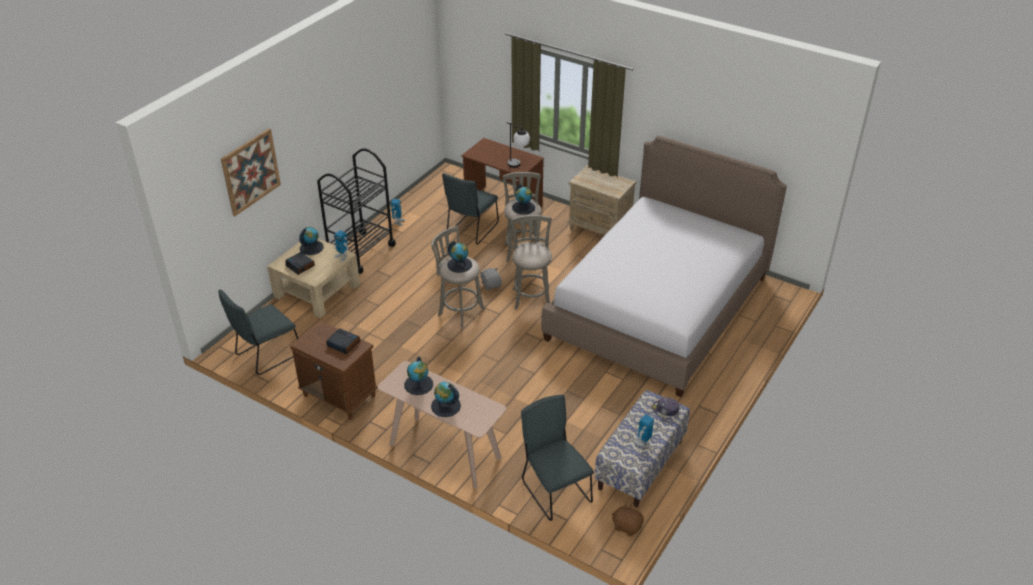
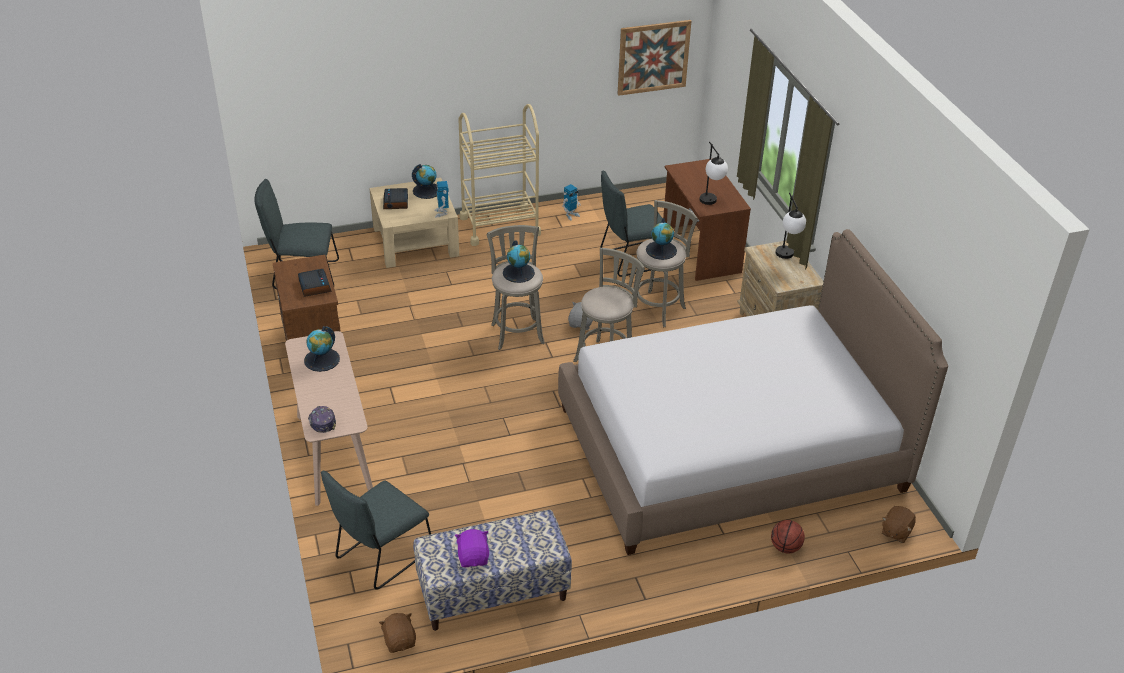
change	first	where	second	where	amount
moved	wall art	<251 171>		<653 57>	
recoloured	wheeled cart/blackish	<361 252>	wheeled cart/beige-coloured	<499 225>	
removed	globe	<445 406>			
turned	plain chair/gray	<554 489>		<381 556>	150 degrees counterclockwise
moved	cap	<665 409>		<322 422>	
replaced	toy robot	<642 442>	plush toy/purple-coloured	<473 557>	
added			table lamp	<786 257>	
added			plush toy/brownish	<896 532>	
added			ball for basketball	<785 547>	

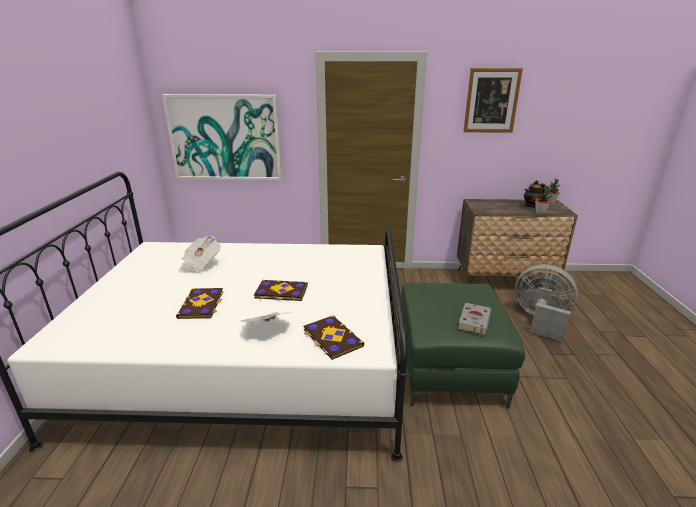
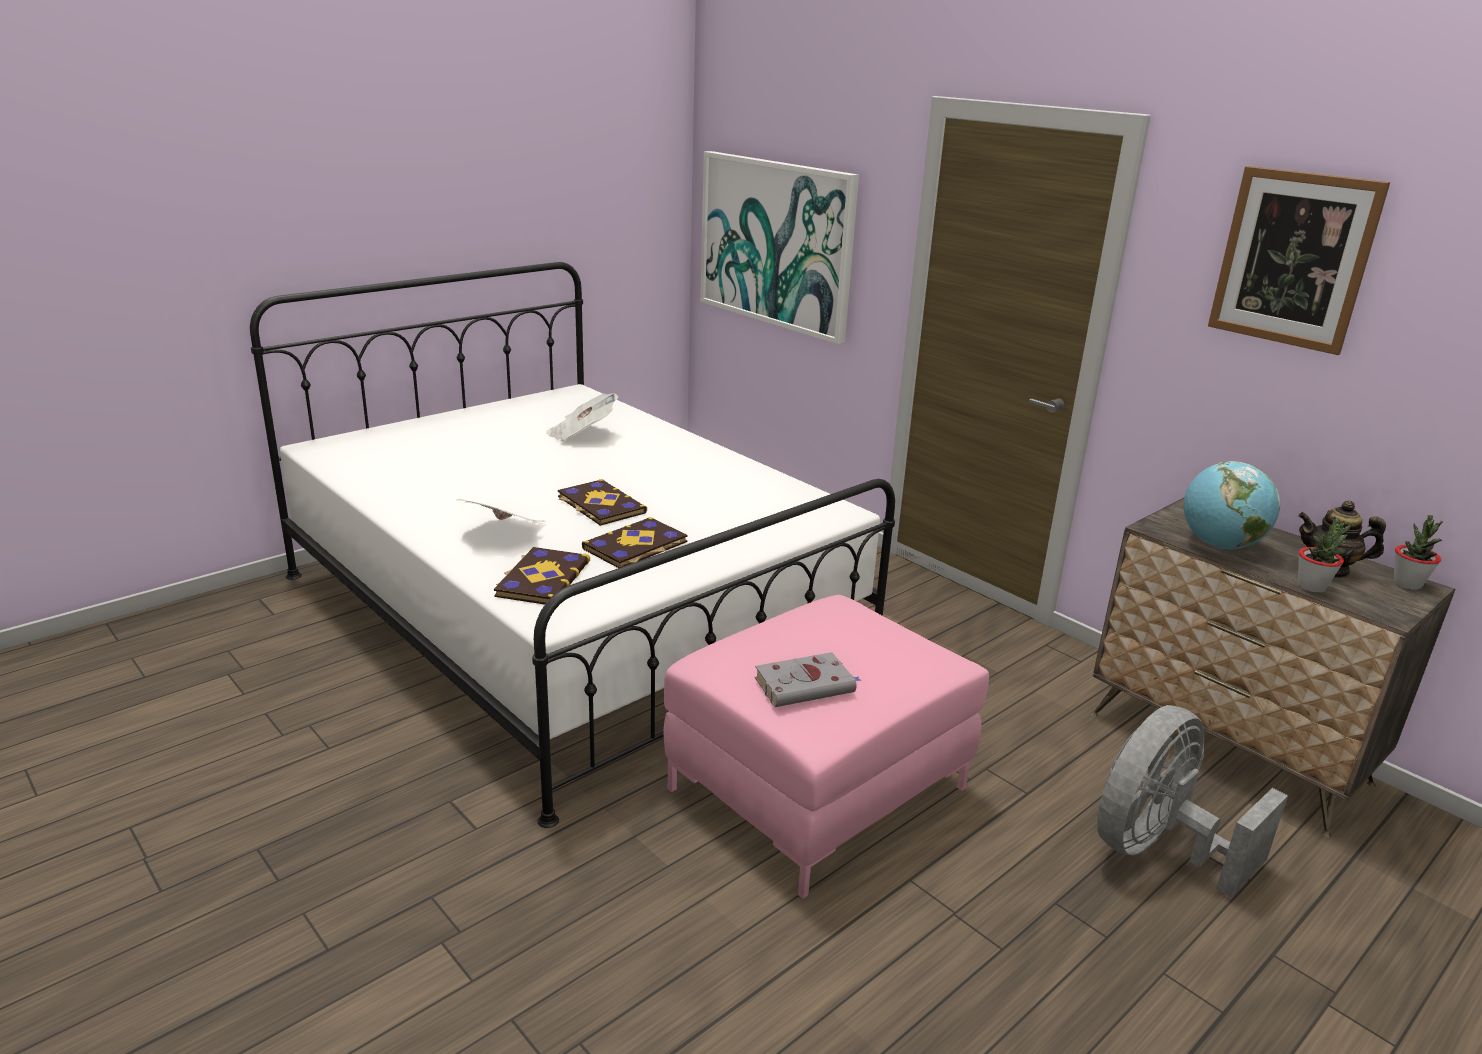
change	first	where	second	where	amount
turned	fan/gray	<540 320>		<1157 850>	120 degrees counterclockwise
recoloured	ottoman/greenish	<448 367>	ottoman/pinkish	<817 788>	
moved	volume	<202 304>		<636 546>	
added			globe	<1219 545>	

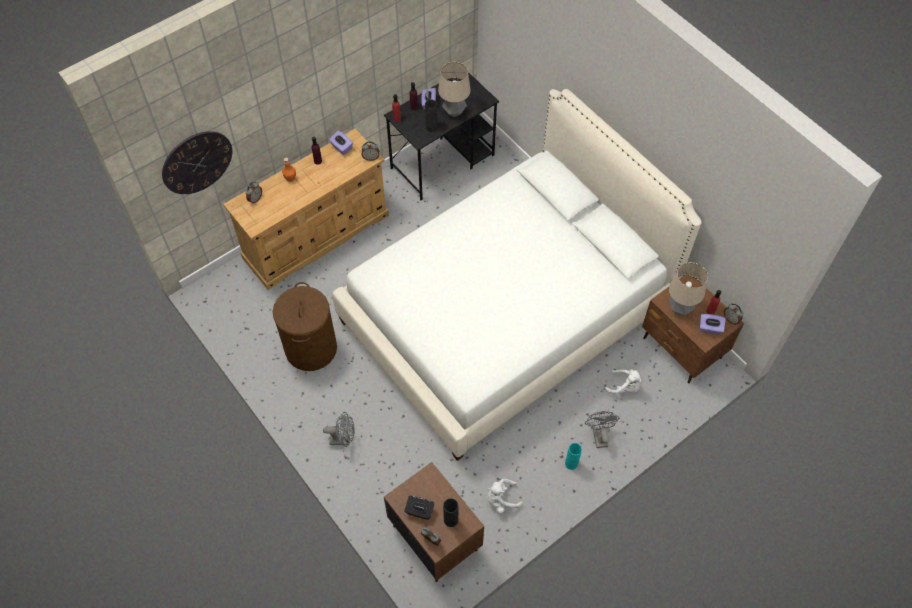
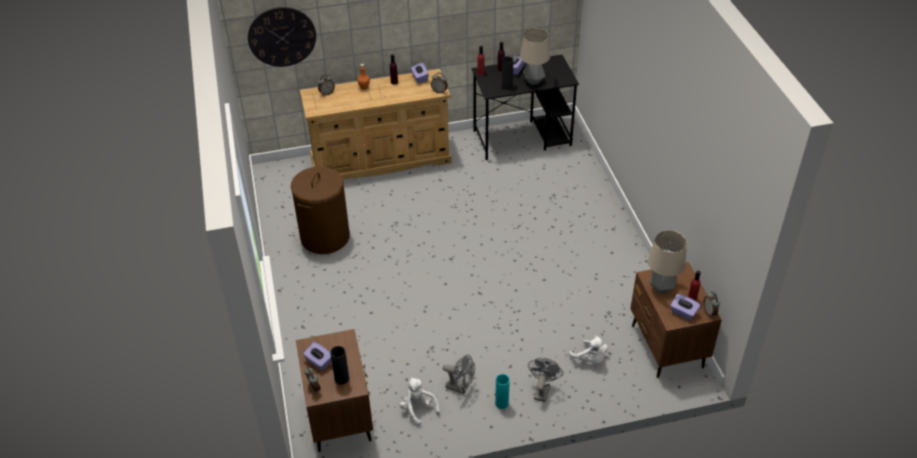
change	first	where	second	where	amount
removed	bed/whitish	<505 314>			
moved	fan/gray	<343 439>		<460 388>	
turned	plush toy/whitish	<501 500>		<418 409>	45 degrees clockwise
recoloured	tissue holder/blackish	<419 511>	tissue holder/purple-coloured	<319 362>	

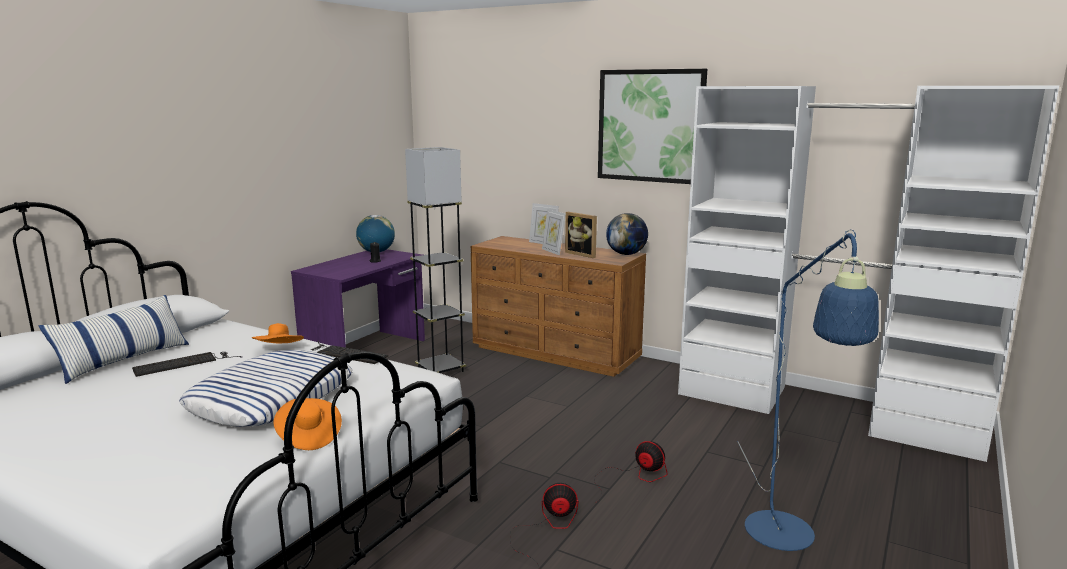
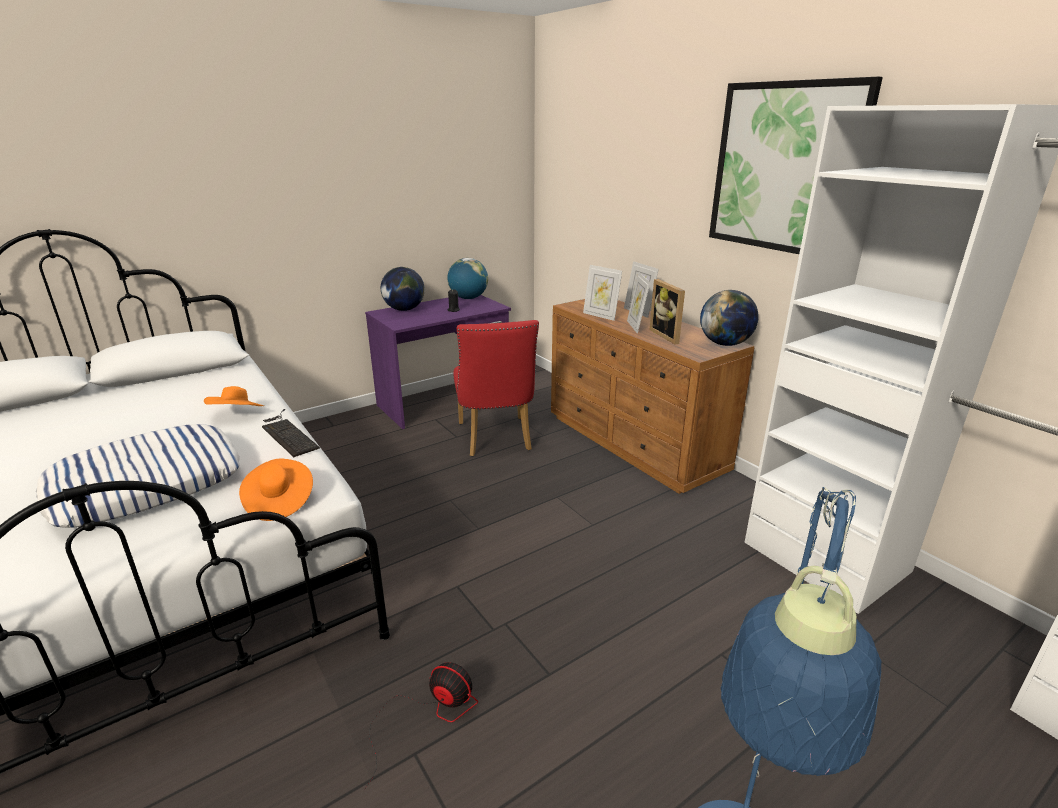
change	first	where	second	where	amount
replaced	floor lamp/gray	<440 370>	plain chair/red	<495 440>	
removed	pillow	<124 360>			
removed	PC keyboard	<185 363>			
moved	hat/orangey	<308 437>		<279 502>	
removed	fan	<633 477>			
added			photo frame	<600 315>	
added			globe	<404 309>	

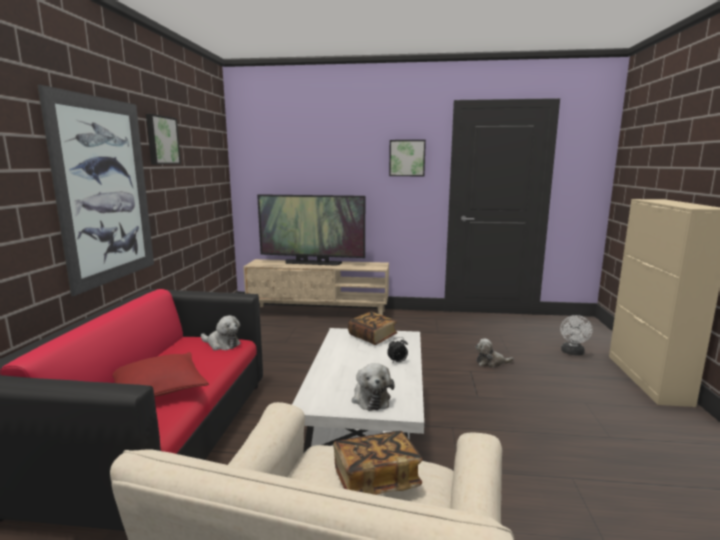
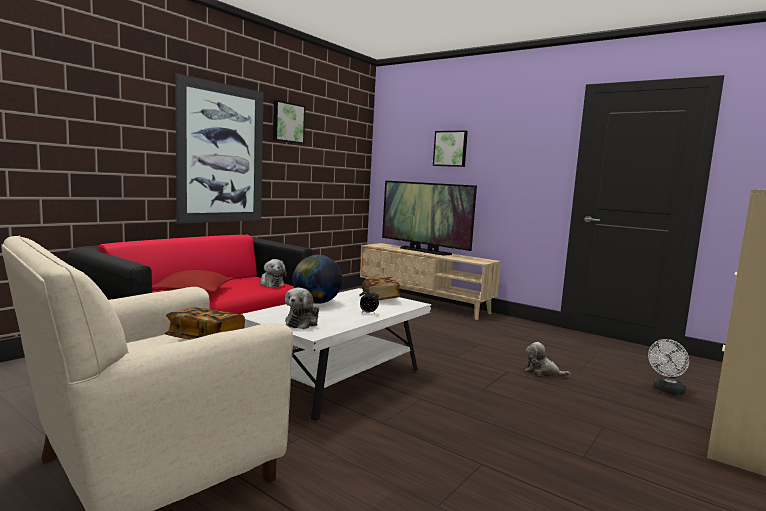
change	first	where	second	where	amount
moved	wall art	<407 158>		<450 148>	
added			globe	<316 303>	

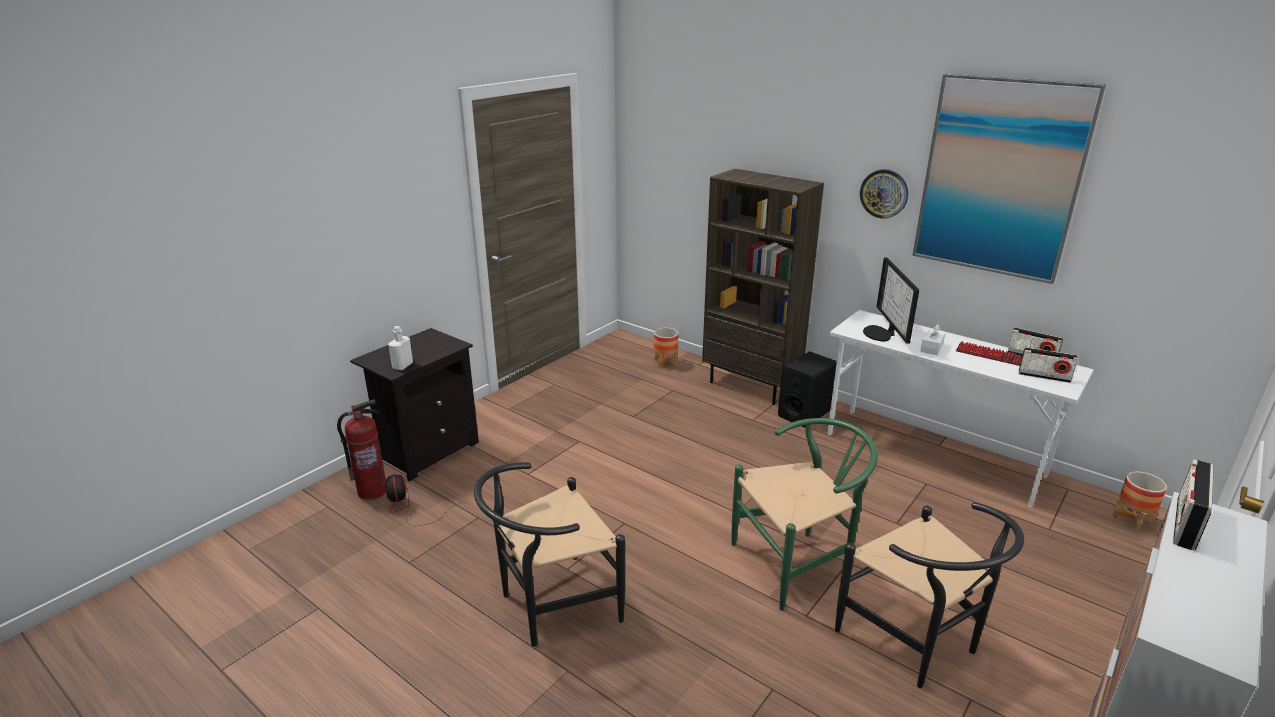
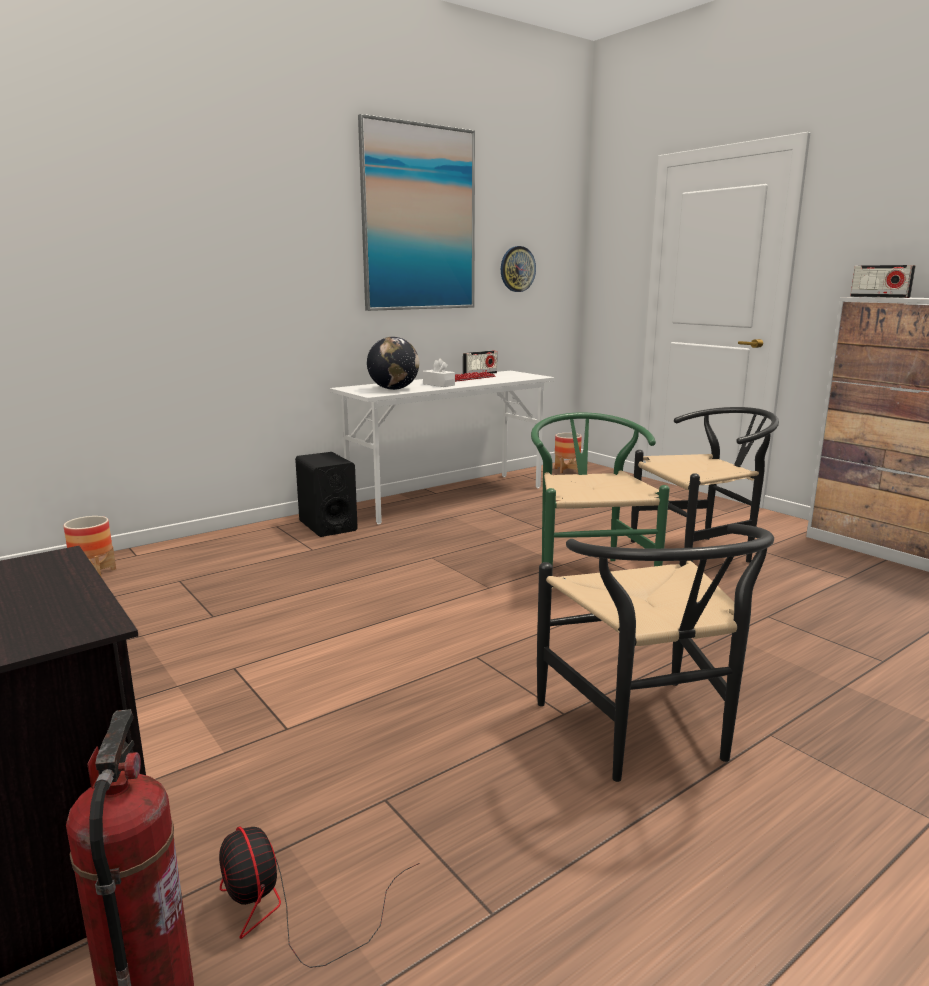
change	first	where	second	where	amount
removed	shelving unit/brownish	<751 386>			
moved	hanging clock	<884 193>		<517 269>	
replaced	computer display	<881 334>	globe	<394 389>	
removed	bottle/whitish	<402 366>			
removed	radio	<1044 376>			
turned	fan	<410 508>		<288 911>	60 degrees clockwise

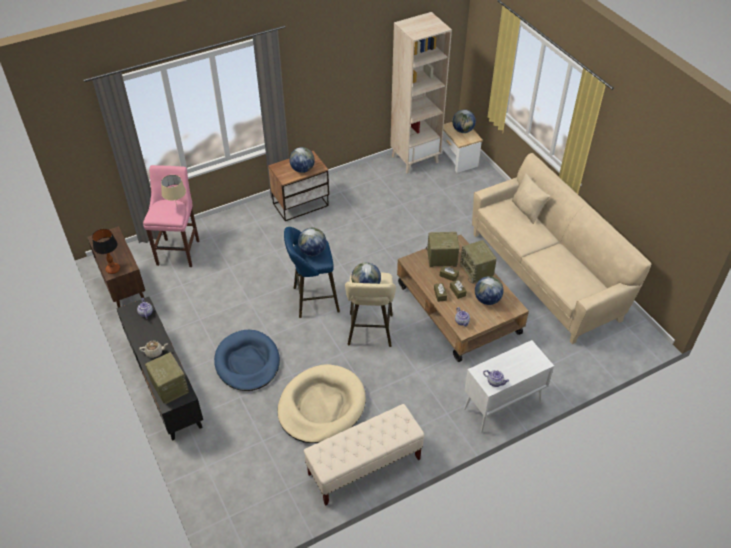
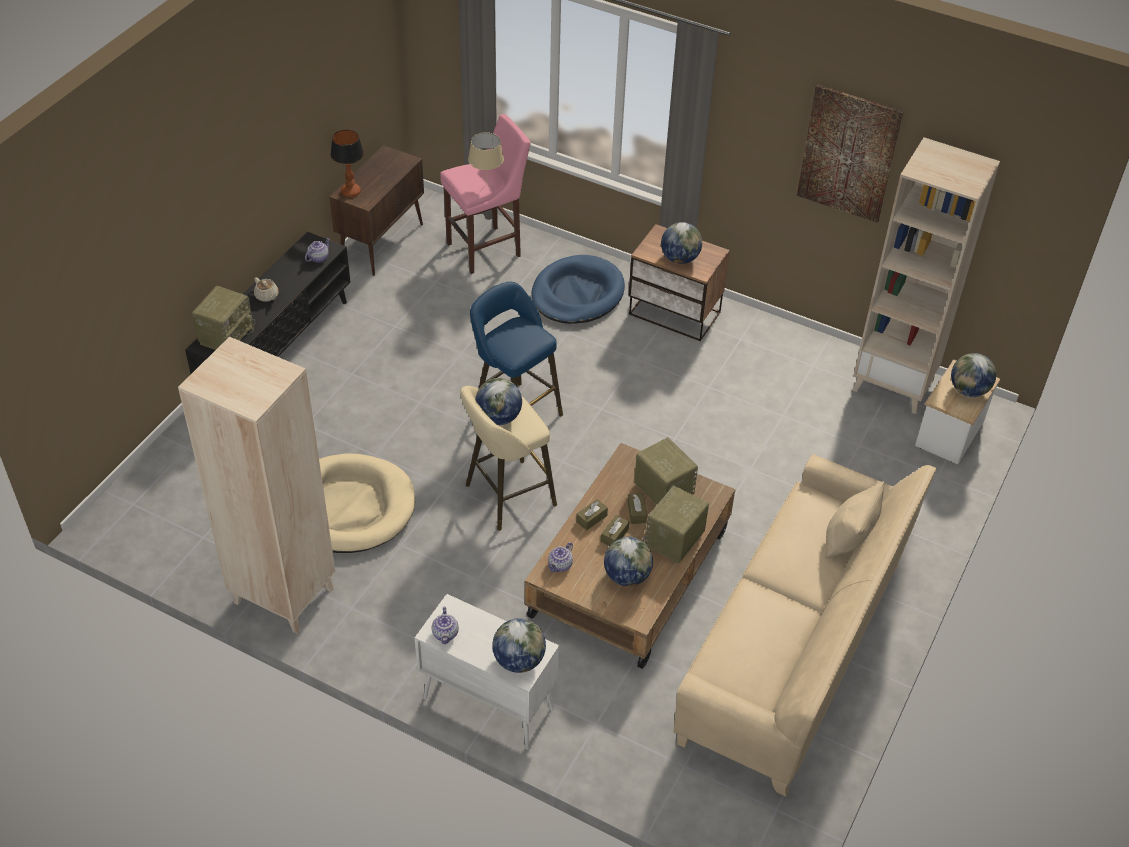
change	first	where	second	where	amount
moved	globe	<312 251>		<519 660>	
moved	dog cushion/blue-coloured	<247 362>		<577 294>	
replaced	bench/beige-coloured	<364 467>	shelving unit/beige-coloured	<283 596>	
added			wall art	<848 153>	

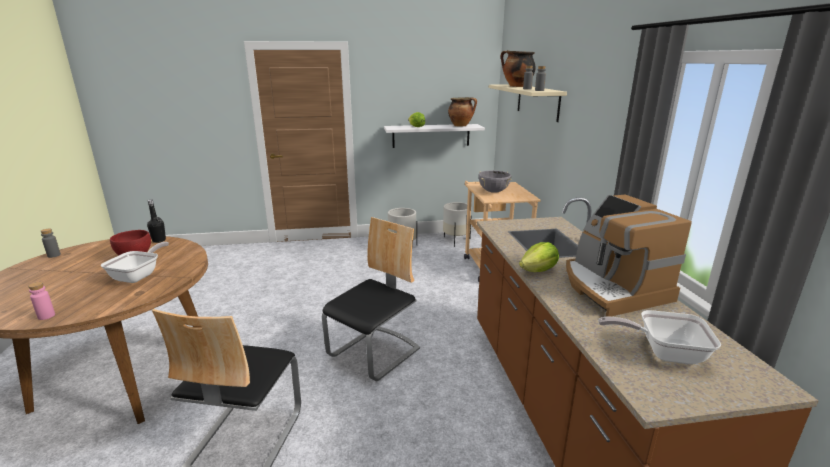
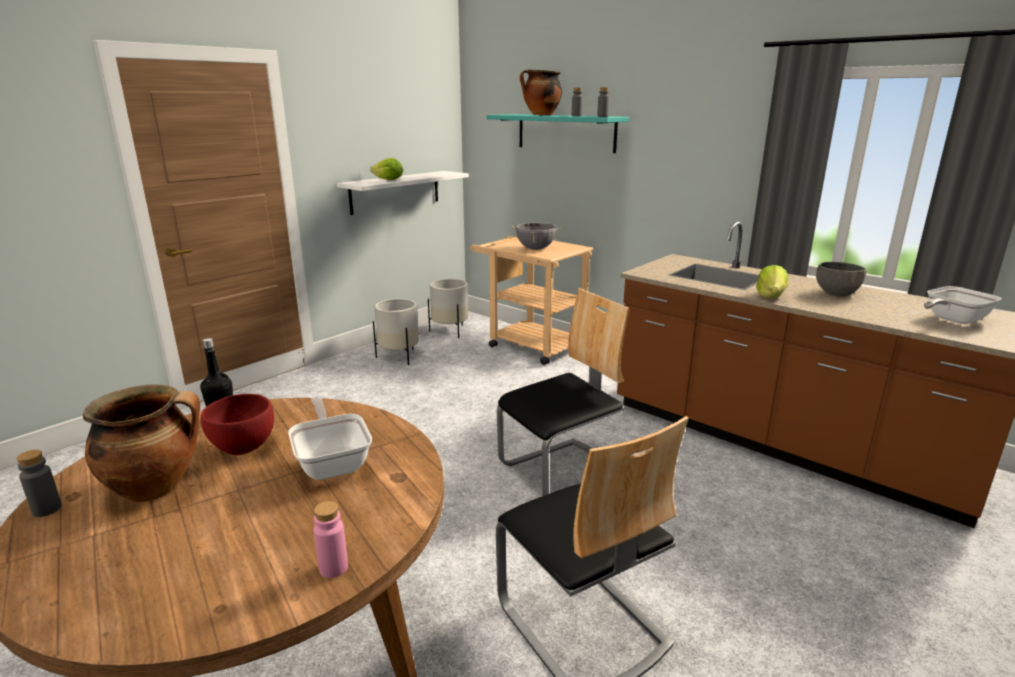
change	first	where	second	where	amount
recoloured	wall shelf/beige-coloured	<537 101>	wall shelf/turquoise	<565 132>	
moved	stockpot	<461 125>		<156 487>	
replaced	coffee machine	<611 288>	serving bowl/gray	<837 294>	
turned	plain chair	<375 353>		<562 472>	60 degrees clockwise

